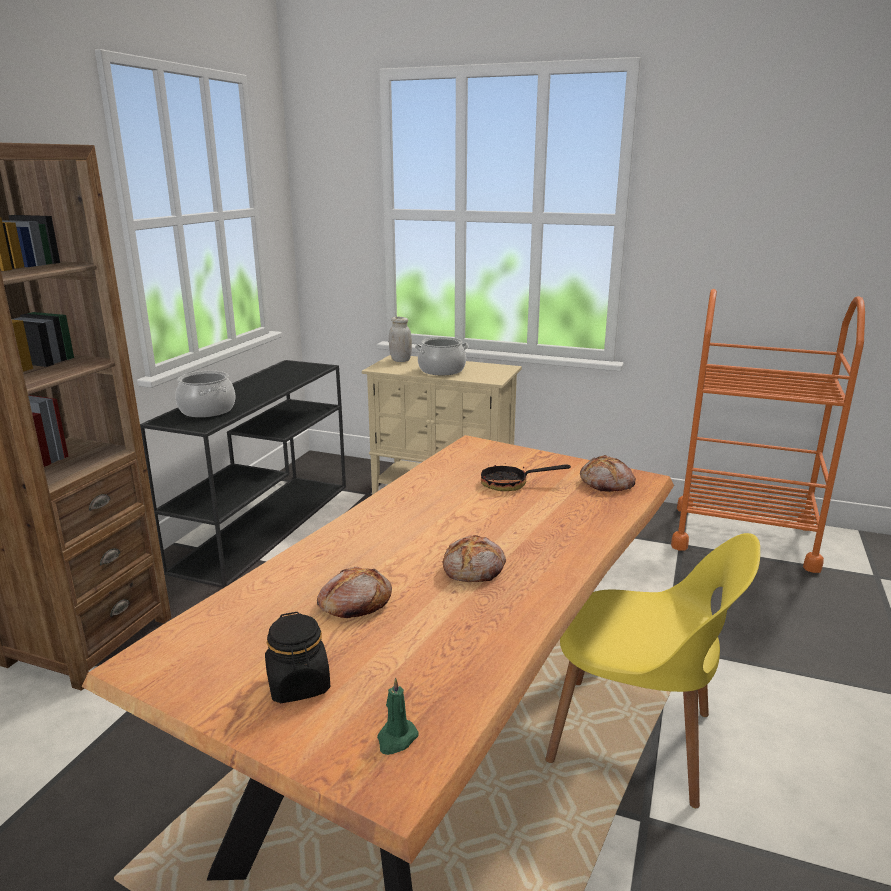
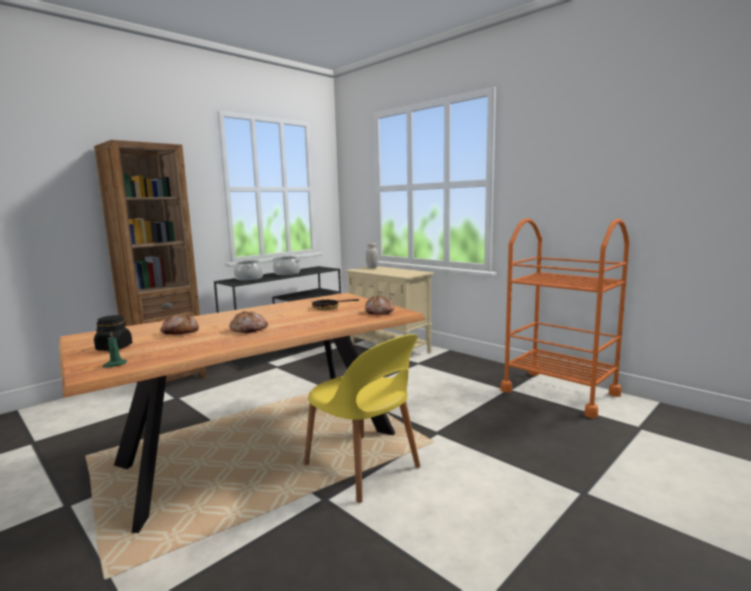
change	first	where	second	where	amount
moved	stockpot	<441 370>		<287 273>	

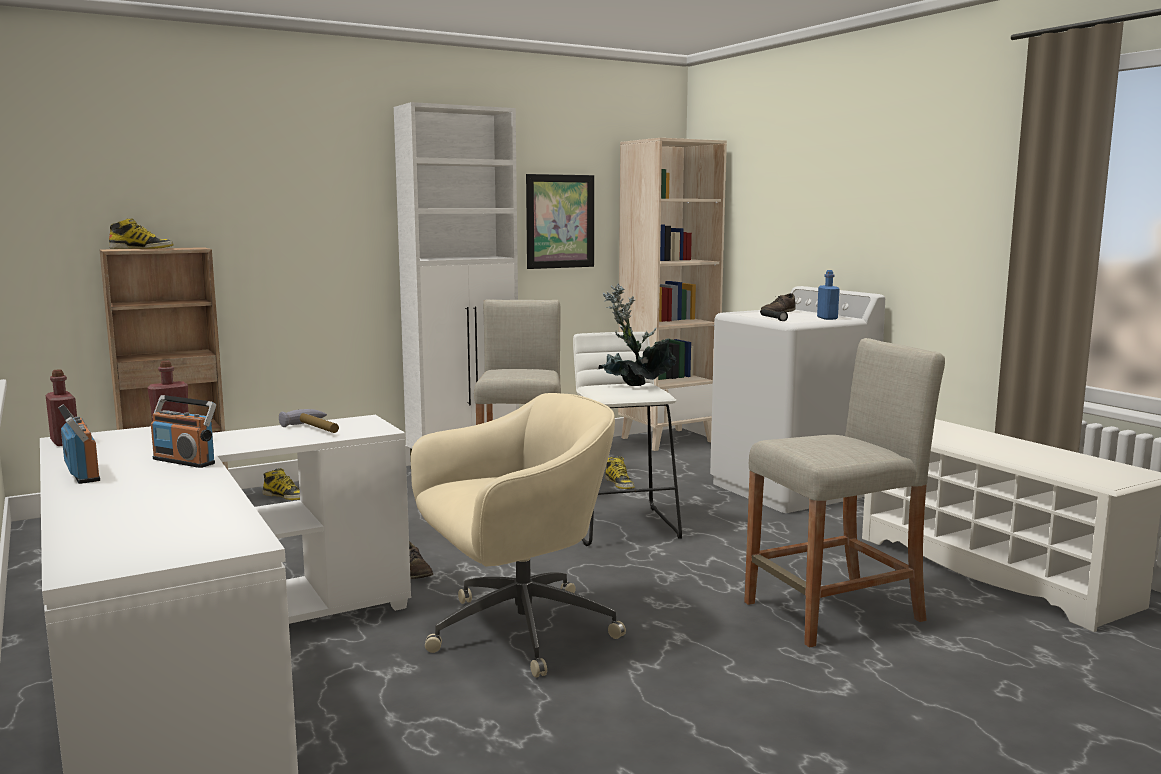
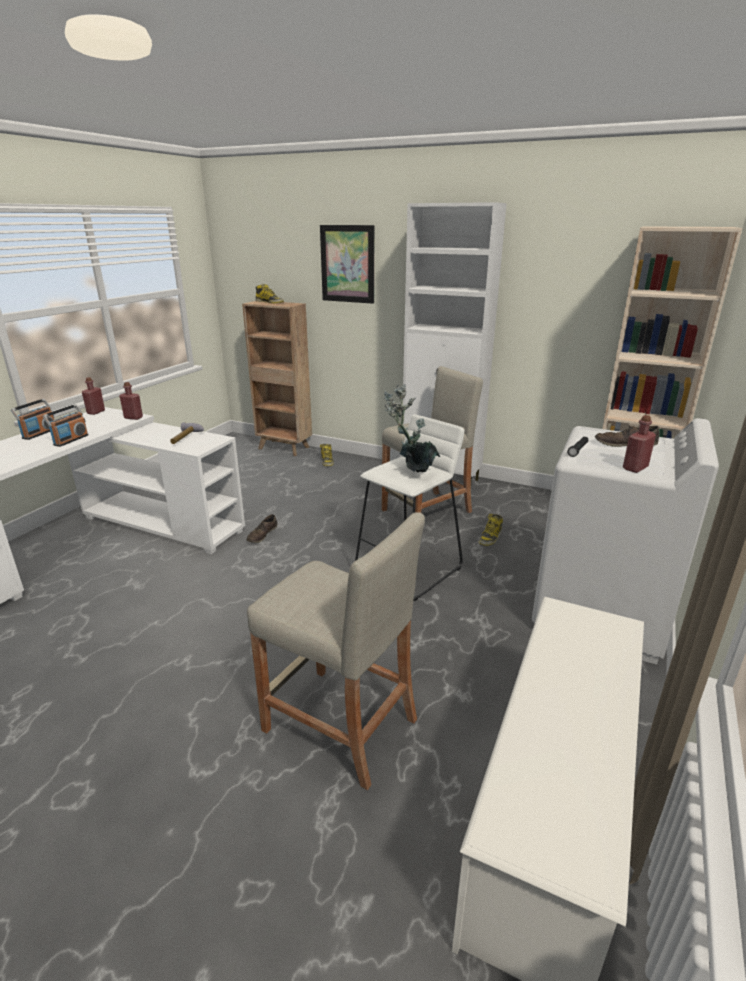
change	first	where	second	where	amount
moved	wall art	<560 221>		<347 264>	
recoloured	bottle/blue-coloured	<827 318>	bottle/red	<635 468>	
removed	office chair/beige-coloured	<516 631>			
turned	radio	<184 461>		<71 440>	150 degrees counterclockwise

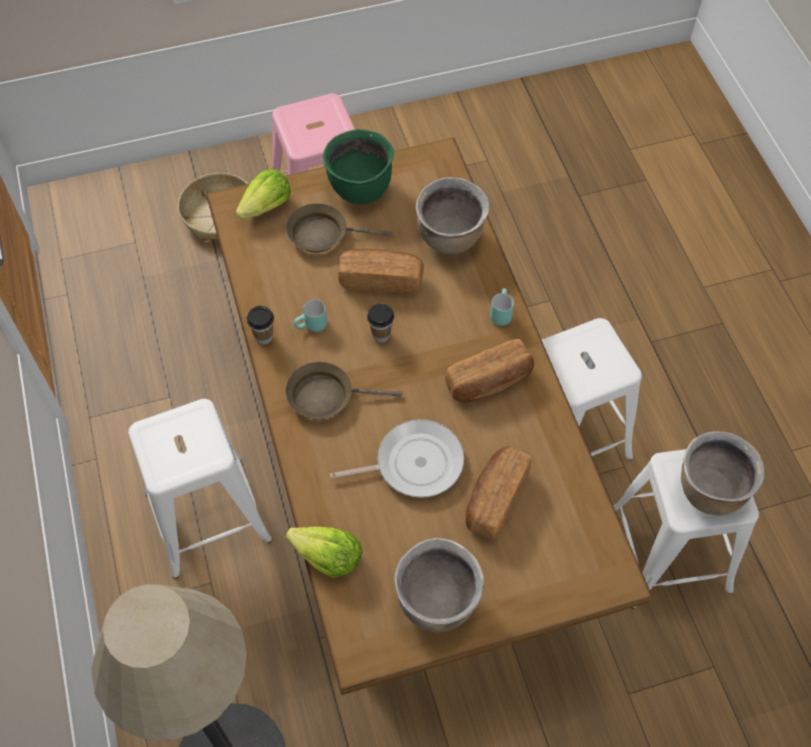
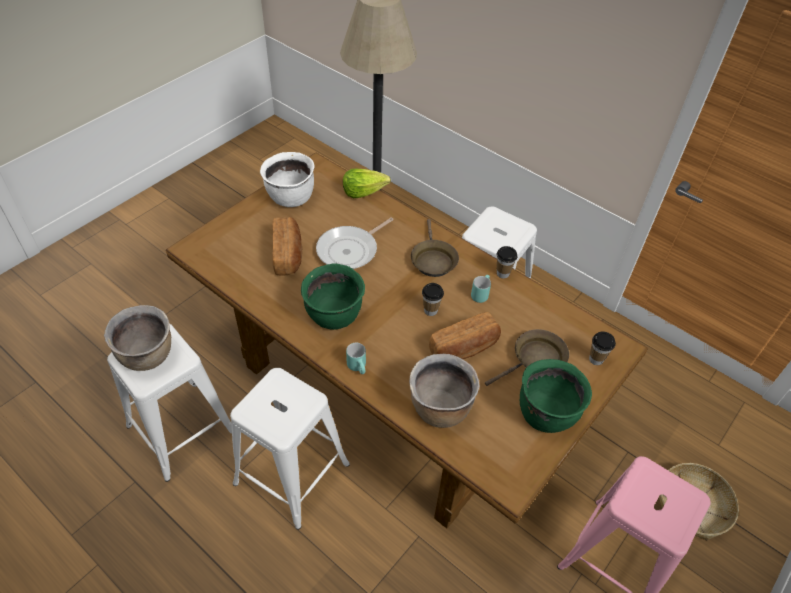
change	first	where	second	where	amount
replaced	lettuce head	<266 207>	cup	<596 359>	
replaced	baked bread	<489 382>	stockpot/greenish	<334 316>	
turned	pan/brownish	<326 396>		<433 260>	120 degrees clockwise
recoloured	stockpot/brownish	<437 601>	stockpot/whitish	<290 198>	

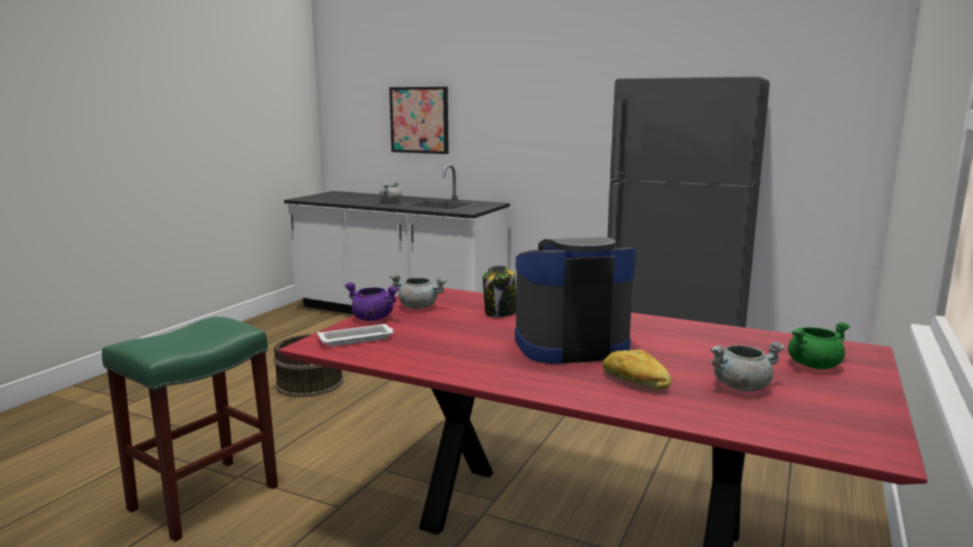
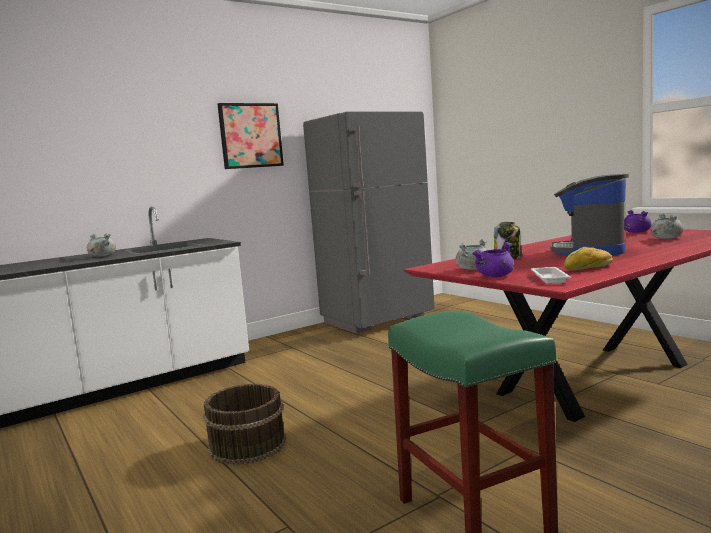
change	first	where	second	where	amount
moved	wall art	<419 120>		<250 135>	
recoloured	stockpot/greenish	<814 365>	stockpot/purple-coloured	<636 232>	
moved	baked bread	<635 382>		<588 268>	

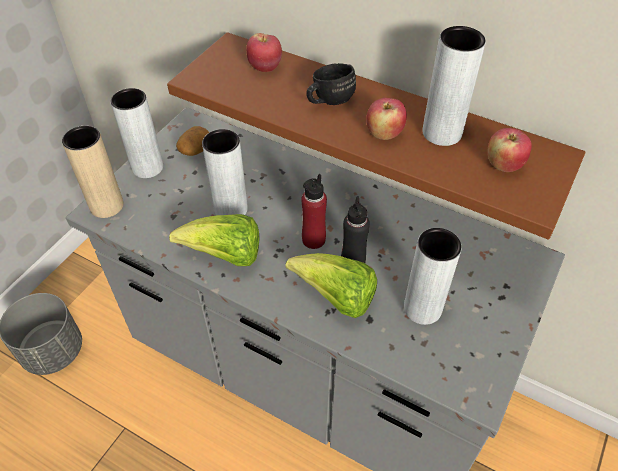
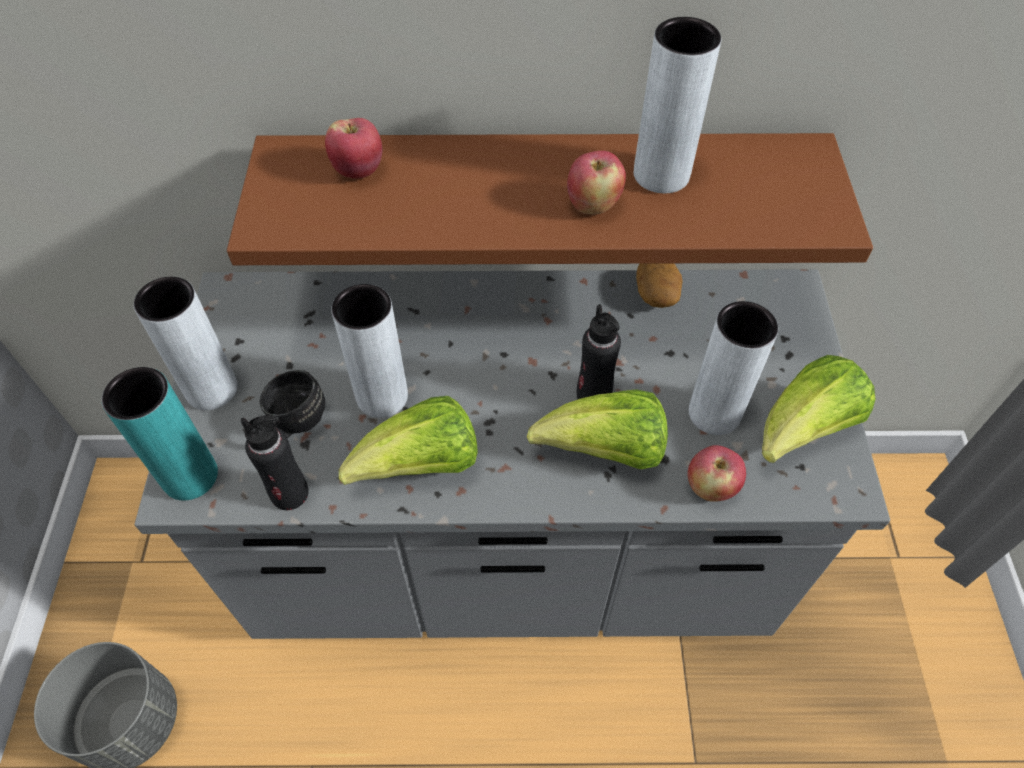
change	first	where	second	where	amount
moved	tea mug/blackish	<328 100>		<293 423>	
recoloured	decorative vase/beige-coloured	<106 206>	decorative vase/turquoise	<190 476>	
moved	potato	<195 149>		<657 294>	
moved	whole apple	<503 165>		<710 487>	
removed	bottle/red	<313 240>			
added			lettuce head	<804 430>	
added			bottle/blackish	<290 493>	

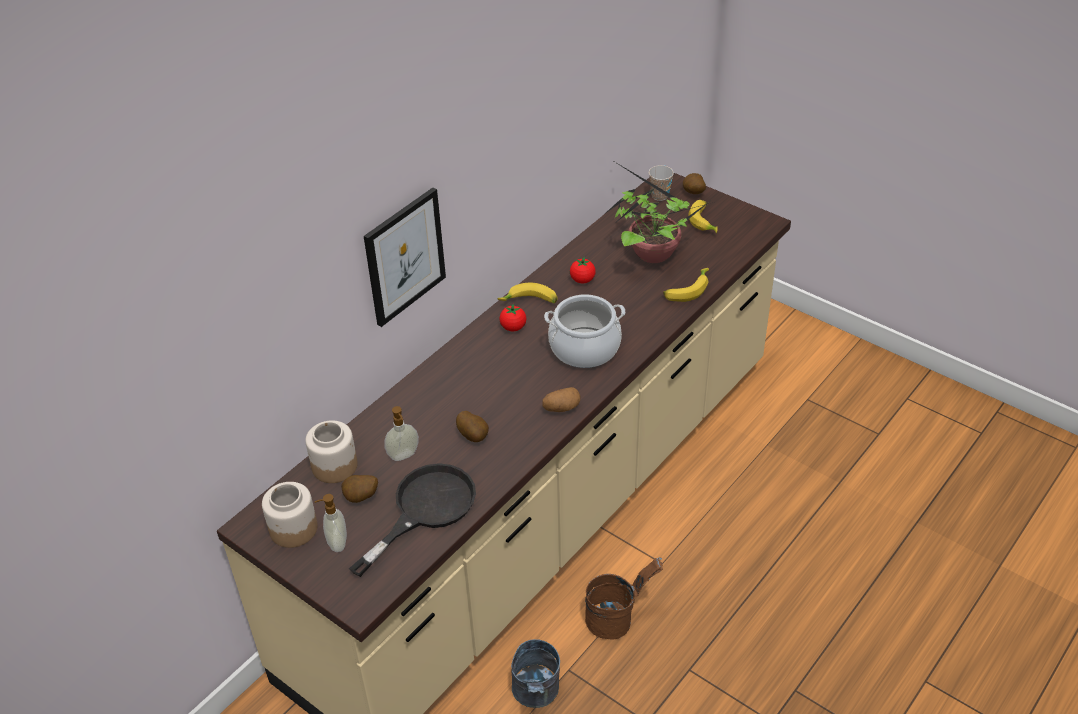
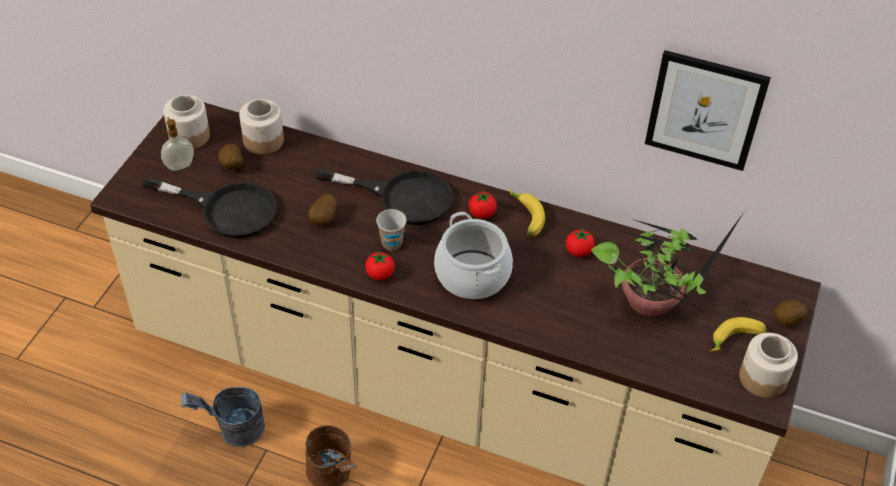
change	first	where	second	where	amount
moved	cup	<659 196>		<391 243>	
moved	wall art	<404 256>		<705 110>	
removed	banana fruit	<687 290>			
replaced	potato	<561 408>	whole tomato	<380 274>	
removed	soap bottle	<404 455>			
added			pan/blackish	<402 197>	
added			preserve jar	<762 377>	

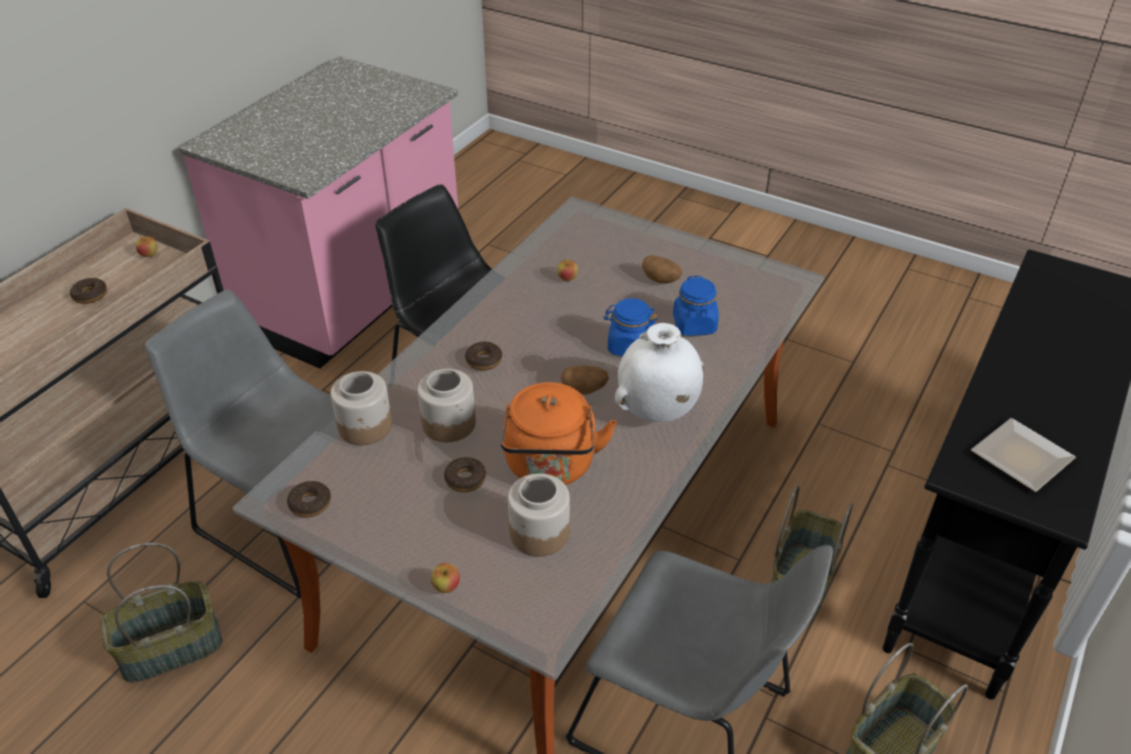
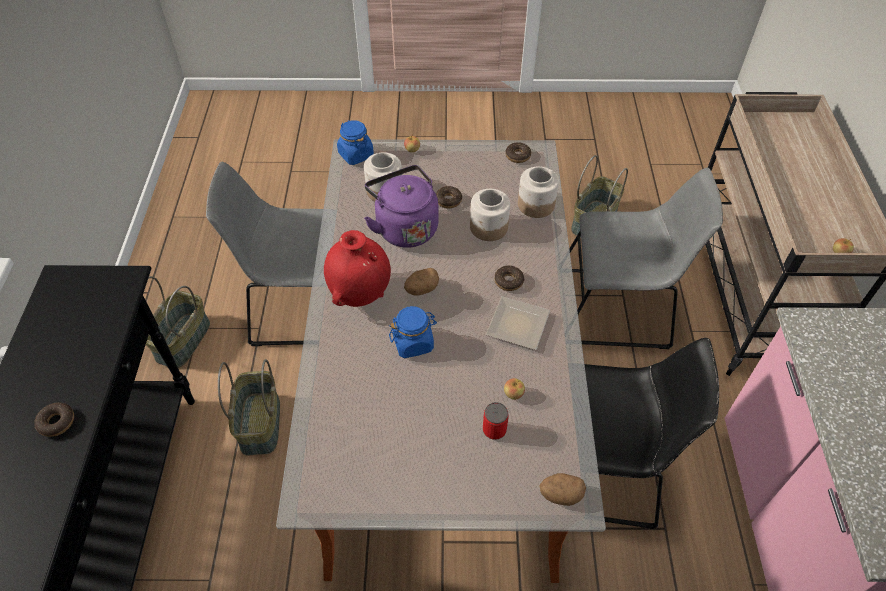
change	first	where	second	where	amount
moved	potato	<661 280>		<560 494>	
moved	preserve jar/blue-coloured	<694 325>		<355 155>	
moved	donut	<90 295>		<57 422>	
recoloured	decorative vase/whitish	<656 412>	decorative vase/red	<360 293>	
recoloured	water kettle/orangey	<551 467>	water kettle/purple-coloured	<404 227>	
moved	dinner plate	<1021 461>		<516 323>	
added			can	<494 430>	

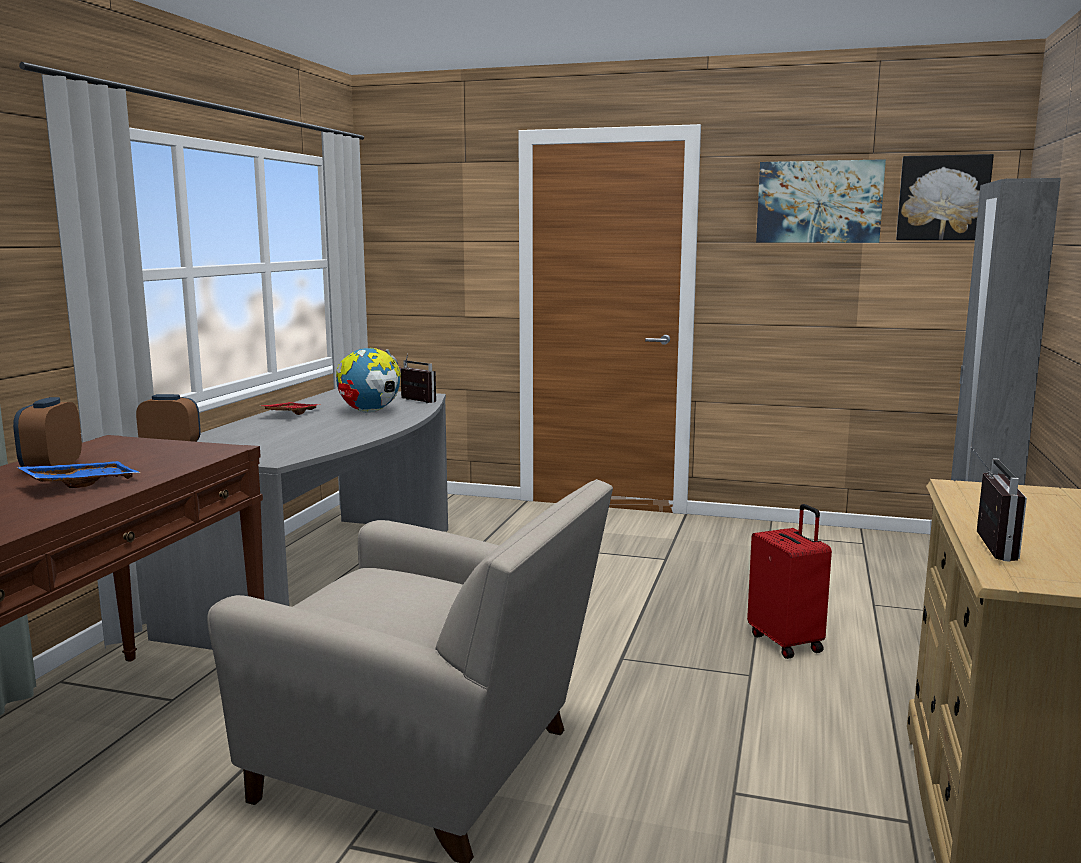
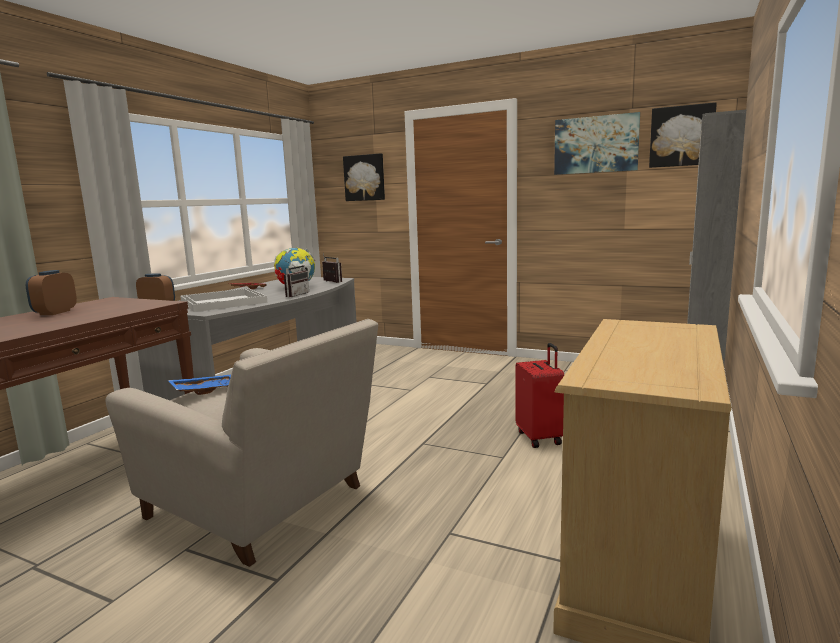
change	first	where	second	where	amount
moved	radio	<983 546>		<295 295>	
moved	tray/blue-coloured	<80 484>		<205 390>	
added			wall art	<365 178>	
added			tray/whitish	<224 302>	

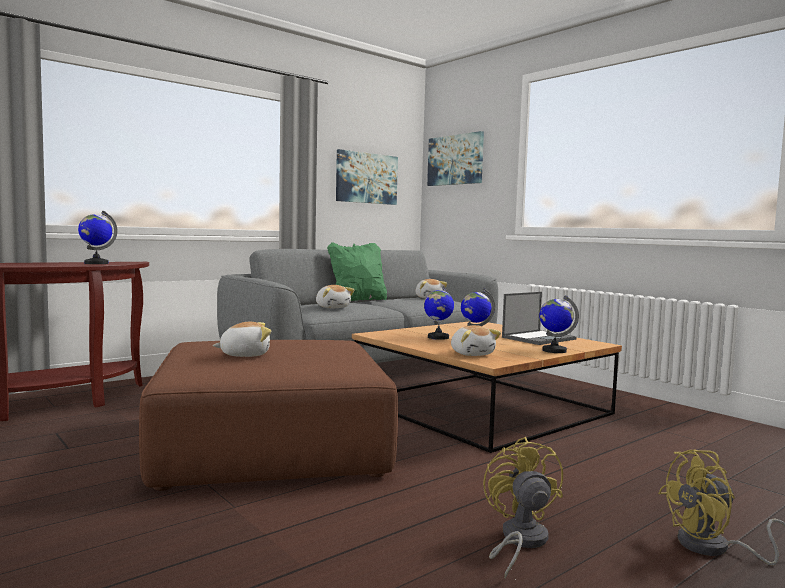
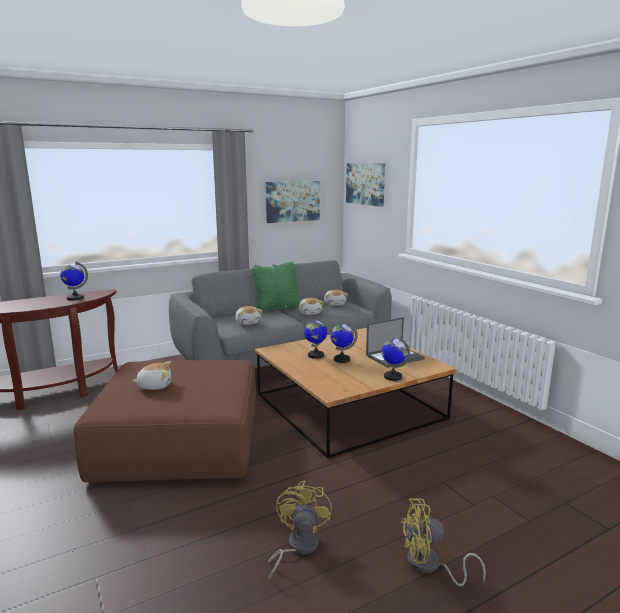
change	first	where	second	where	amount
moved	plush toy	<472 354>		<310 313>	

